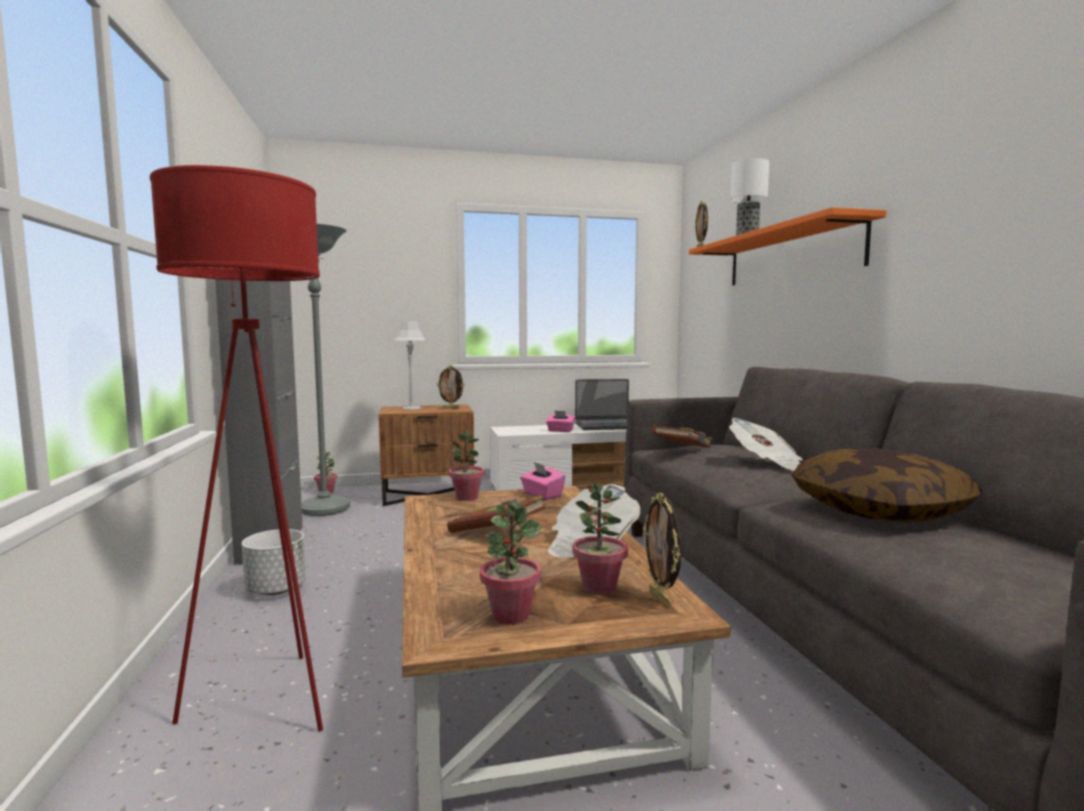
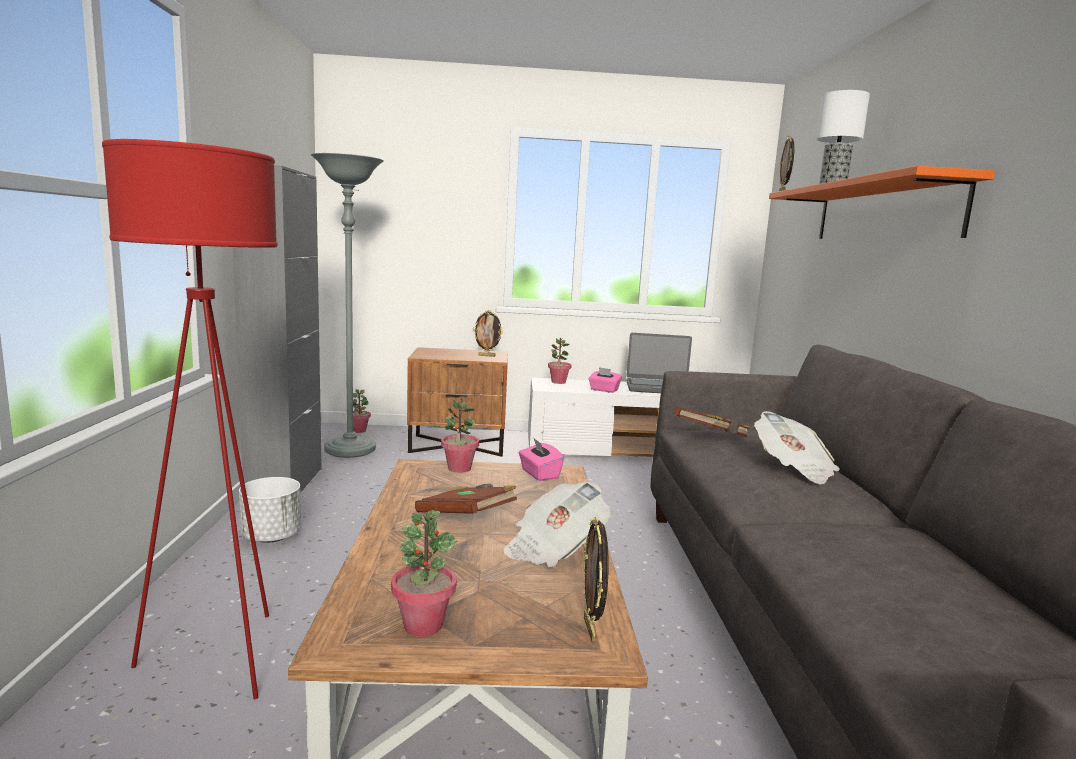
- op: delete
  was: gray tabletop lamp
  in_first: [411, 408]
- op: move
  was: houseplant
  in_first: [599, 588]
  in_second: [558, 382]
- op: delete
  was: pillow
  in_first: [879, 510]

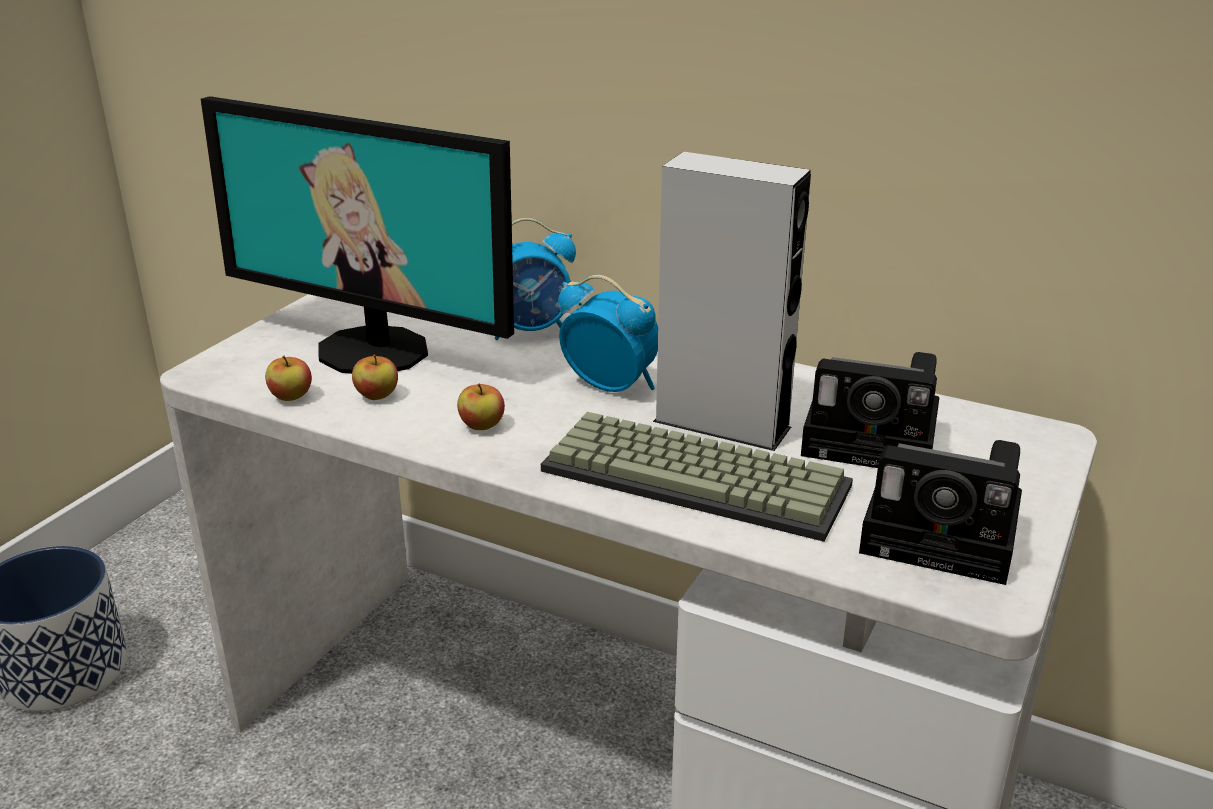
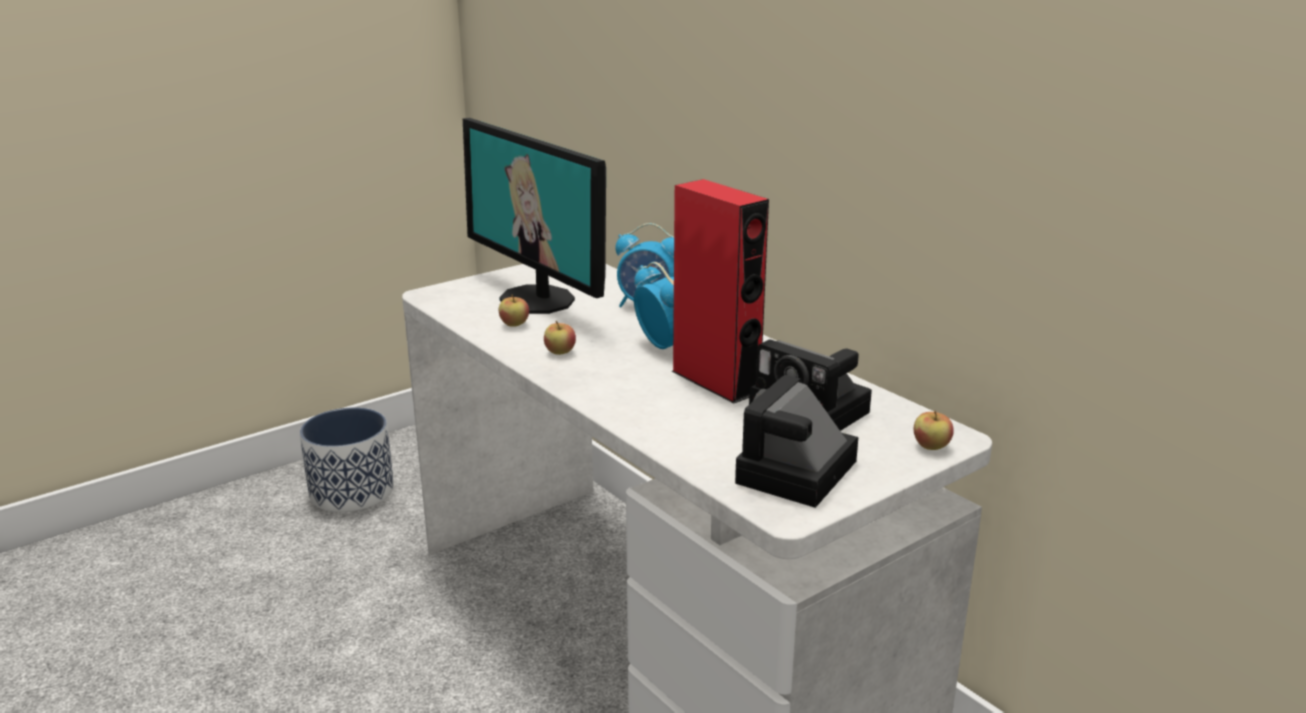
- op: move
  was: apple fruit
  in_first: [291, 397]
  in_second: [931, 447]
- op: delete
  was: computer keyboard
  in_first: [699, 476]
- op: recolor
  was: gray audio speaker
  now: red audio speaker
  in_first: [722, 424]
  in_second: [715, 381]
- op: rotate
  was: photo camera
  in_first: [947, 537]
  in_second: [795, 475]
  clockwise: 75

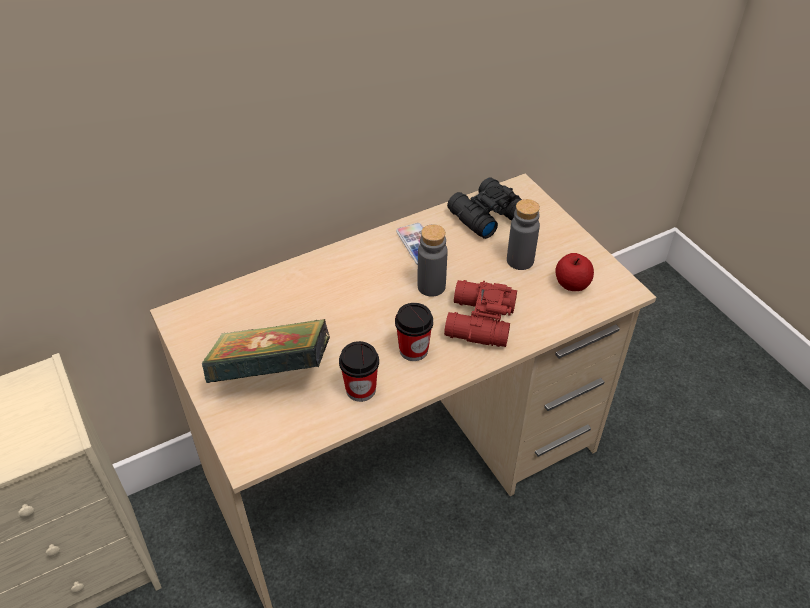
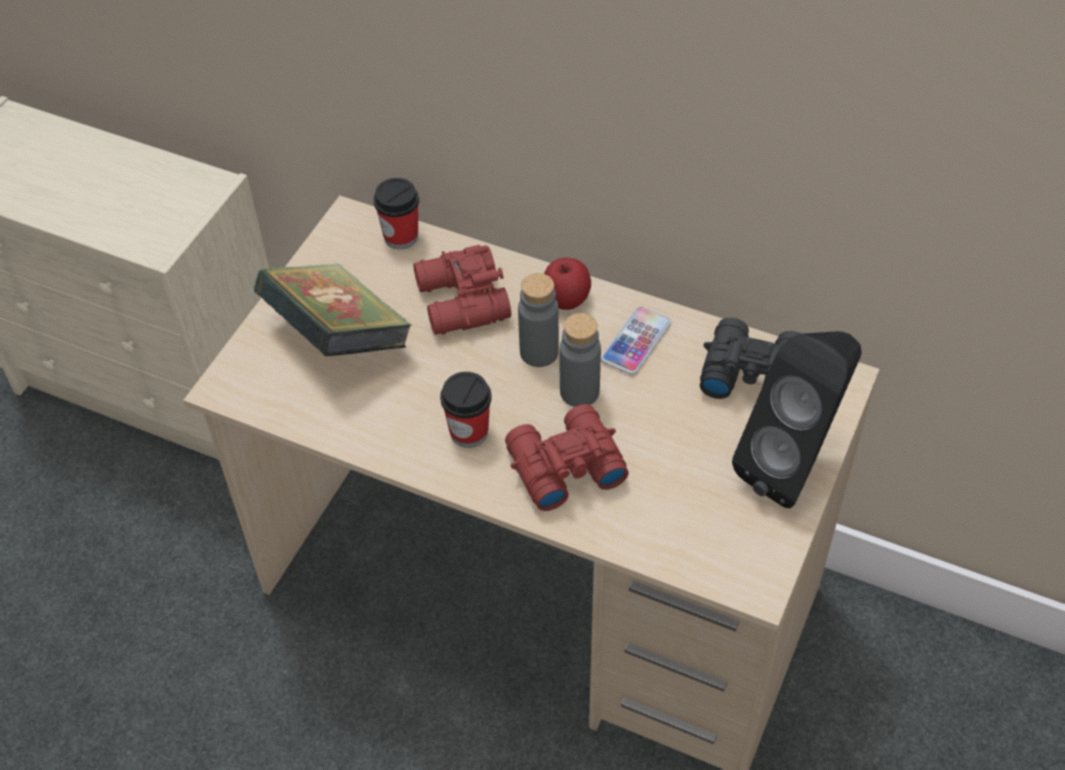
- op: move
  was: small cup
  in_first: [360, 389]
  in_second: [401, 237]
- op: move
  was: gray beverage bottle
  in_first: [520, 260]
  in_second: [539, 352]
- op: move
  was: apple fruit
  in_first: [572, 284]
  in_second: [566, 299]
- op: insert
  now: red binoculars
  in_second: [460, 303]
- op: insert
  now: blackish audio speaker
  in_second: [793, 465]

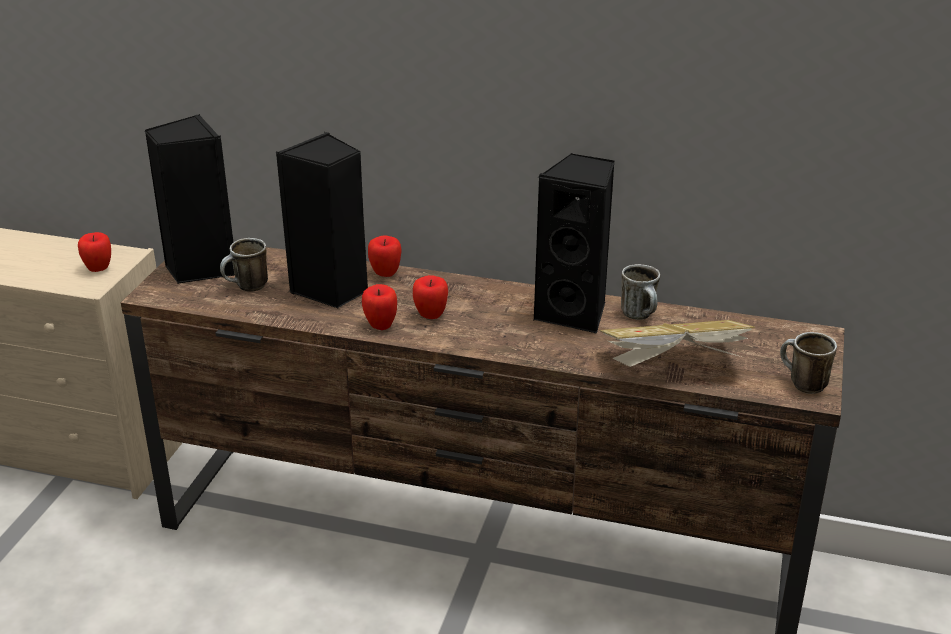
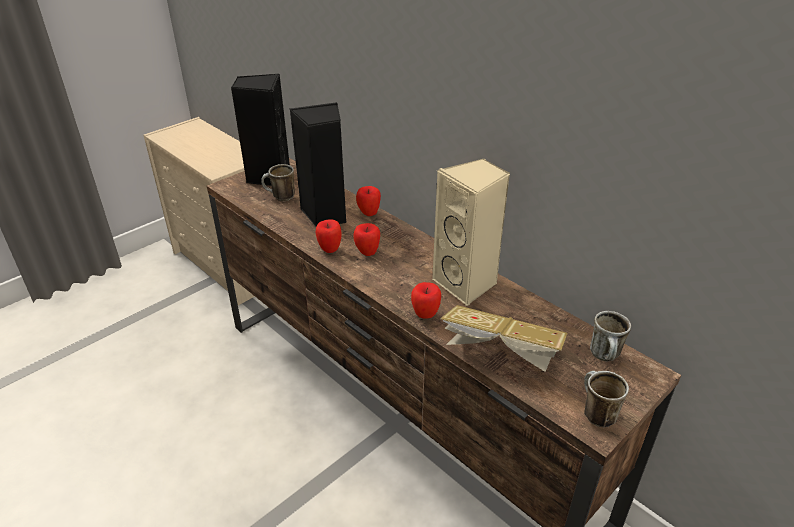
- op: move
  was: apple fruit
  in_first: [98, 269]
  in_second: [425, 315]
- op: recolor
  was: blackish audio speaker
  now: sand-coloured audio speaker
  in_first: [575, 313]
  in_second: [467, 284]
- op: move
  was: mug
  in_first: [641, 316]
  in_second: [606, 357]

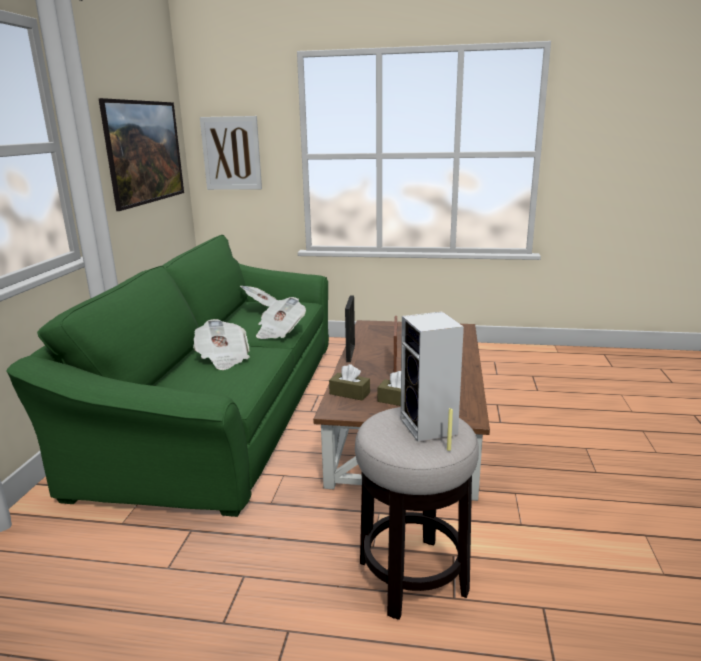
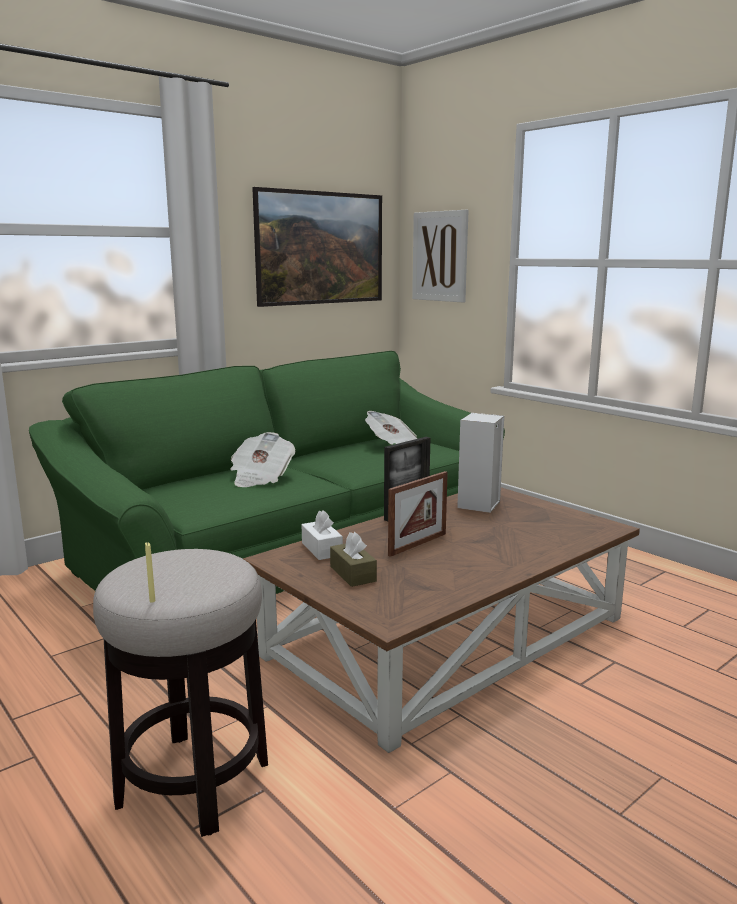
- op: delete
  was: printed paper
  in_first: [280, 332]
- op: recolor
  was: brownish box of tissues
  now: whitish box of tissues
  in_first: [349, 393]
  in_second: [322, 549]
- op: move
  was: audio speaker
  in_first: [430, 428]
  in_second: [479, 505]

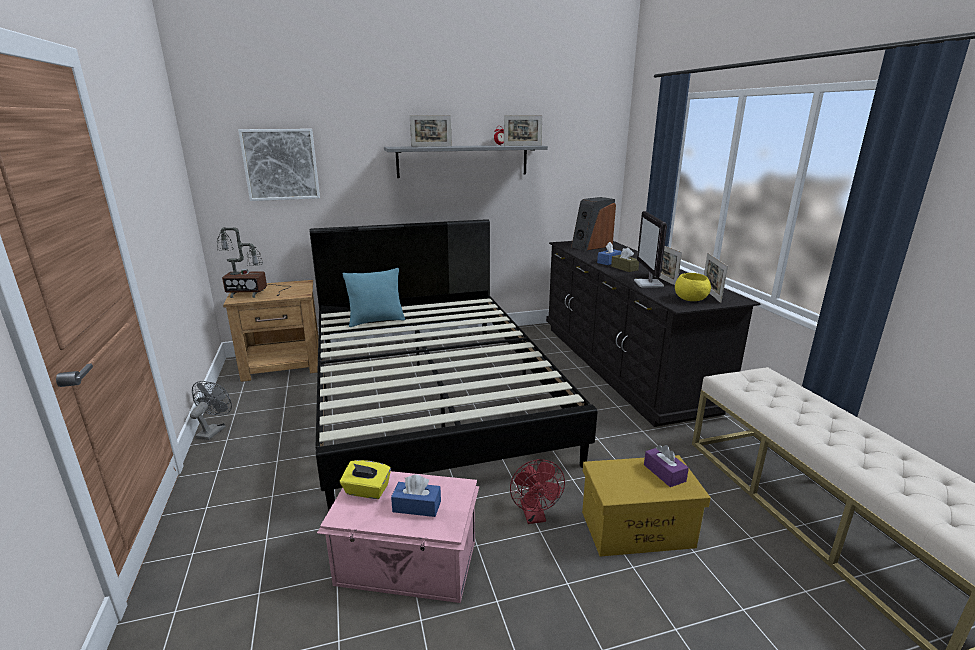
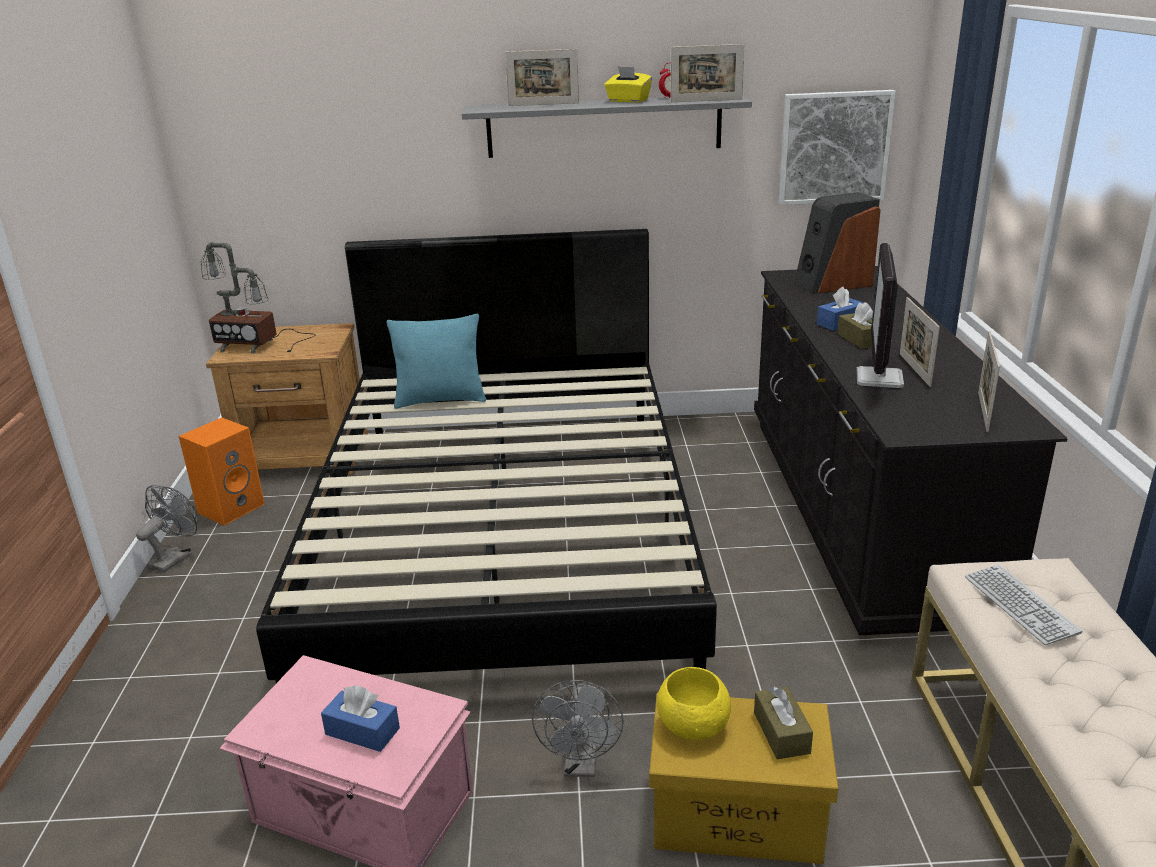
- op: move
  was: picture
  in_first: [281, 164]
  in_second: [834, 147]
- op: move
  was: yellowish box of tissues
  in_first: [366, 491]
  in_second: [628, 101]
- op: recolor
  was: red electric fan
  now: gray electric fan
  in_first: [535, 516]
  in_second: [581, 765]
- op: recolor
  was: purple-coloured box of tissues
  now: brownish box of tissues
  in_first: [664, 473]
  in_second: [781, 733]
- op: move
  was: yellowish serving bowl
  in_first: [690, 299]
  in_second: [691, 726]
- op: insert
  now: orangey audio speaker
  in_second: [231, 507]
- op: insert
  now: computer keyboard
  in_second: [1020, 605]

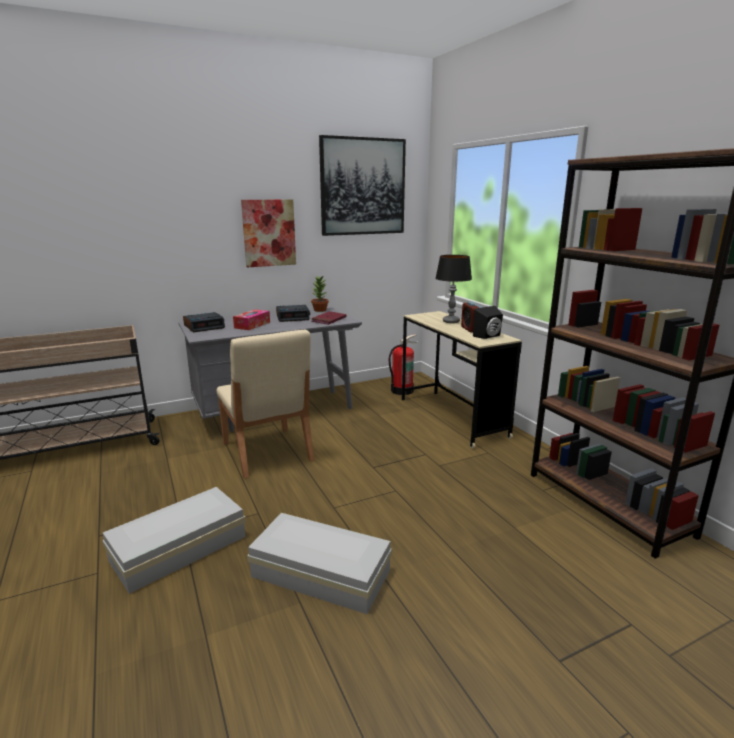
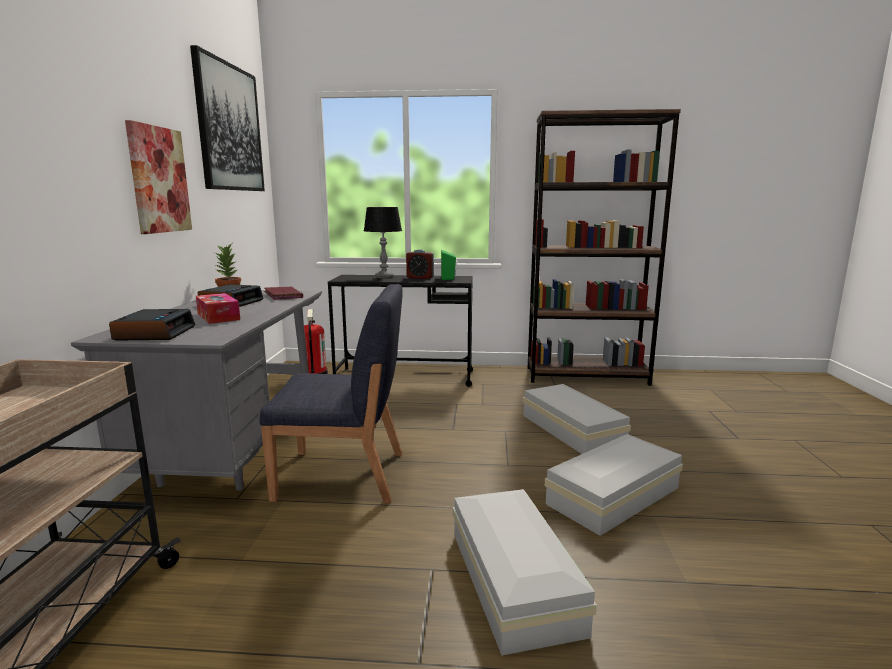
- op: recolor
  was: sand-coloured upright chair
  now: blue-coloured upright chair
  in_first: [267, 452]
  in_second: [343, 476]
- op: recolor
  was: sand-coloured desk
  now: blackish desk
  in_first: [452, 417]
  in_second: [405, 377]
- op: recolor
  was: blackish audio speaker
  now: greenish audio speaker
  in_first: [489, 336]
  in_second: [449, 278]
- op: insert
  now: whitish storage bin
  in_second: [572, 429]

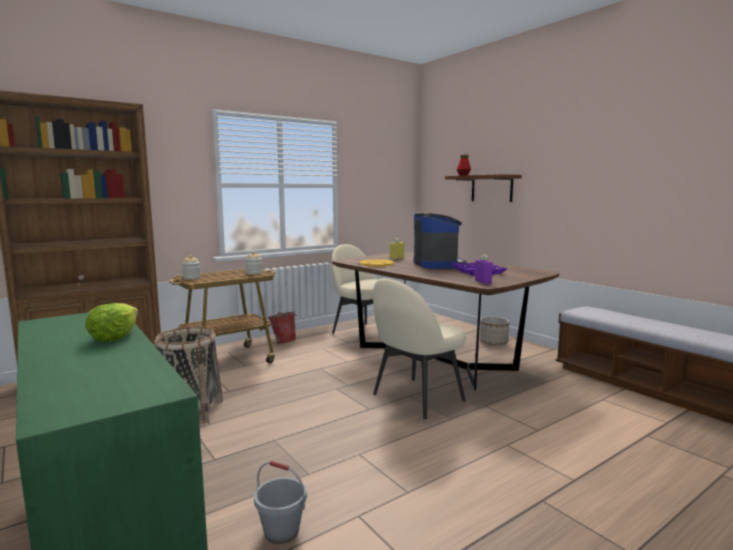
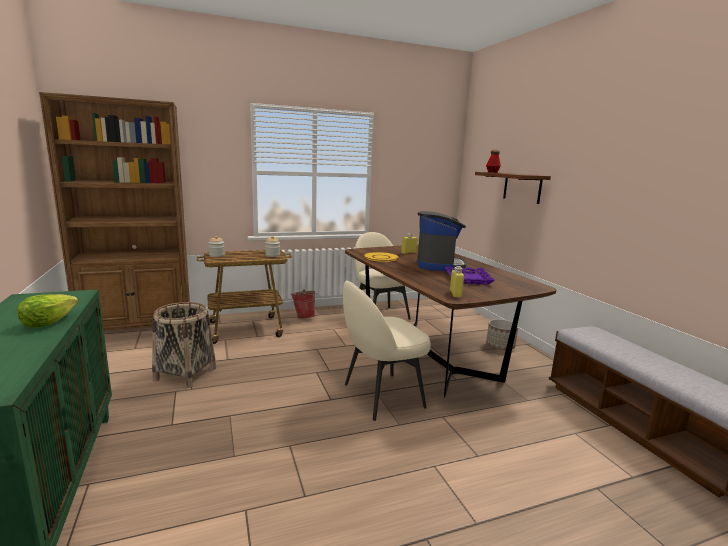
- op: delete
  was: gray bucket
  in_first: [282, 531]
- op: recolor
  was: purple-coloured beverage bottle
  now: yellowish beverage bottle
  in_first: [483, 282]
  in_second: [455, 294]

